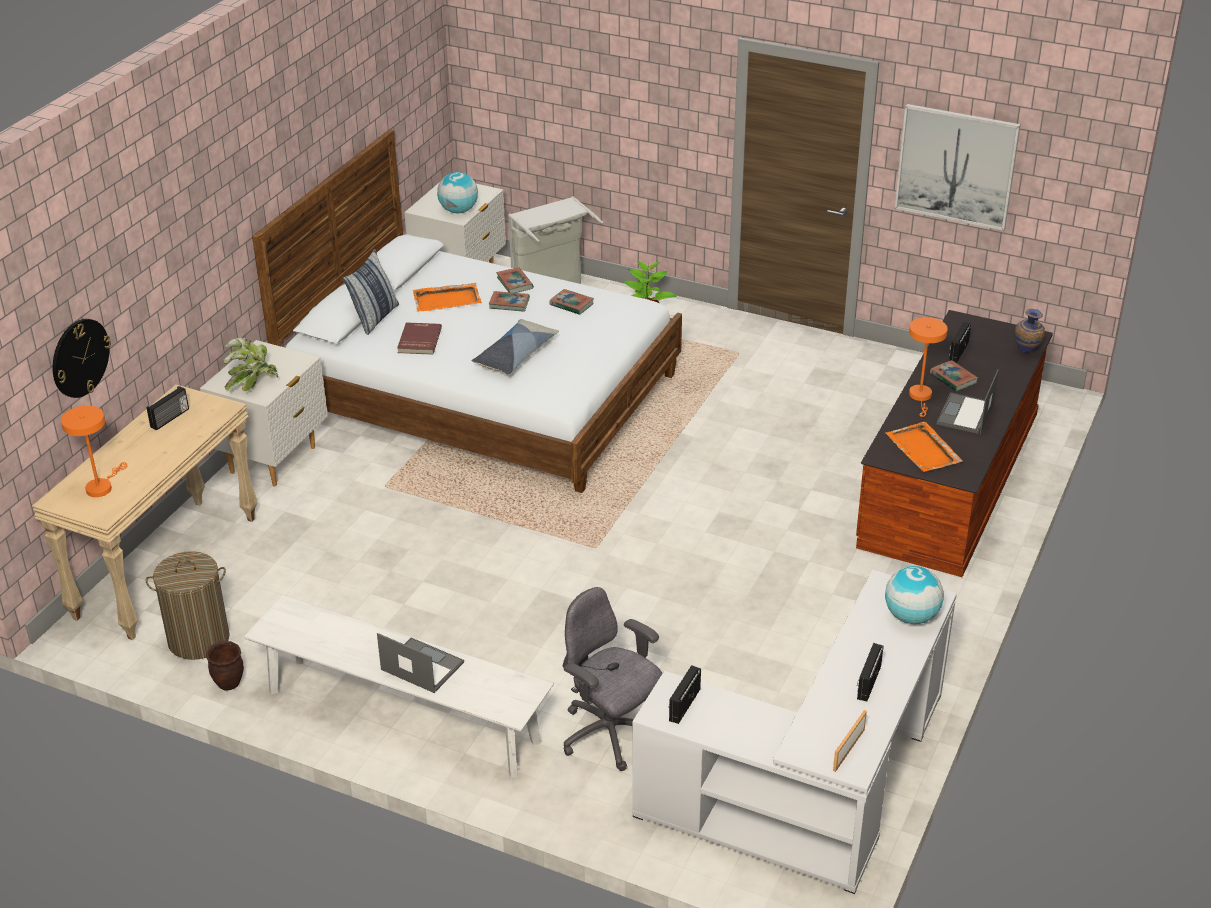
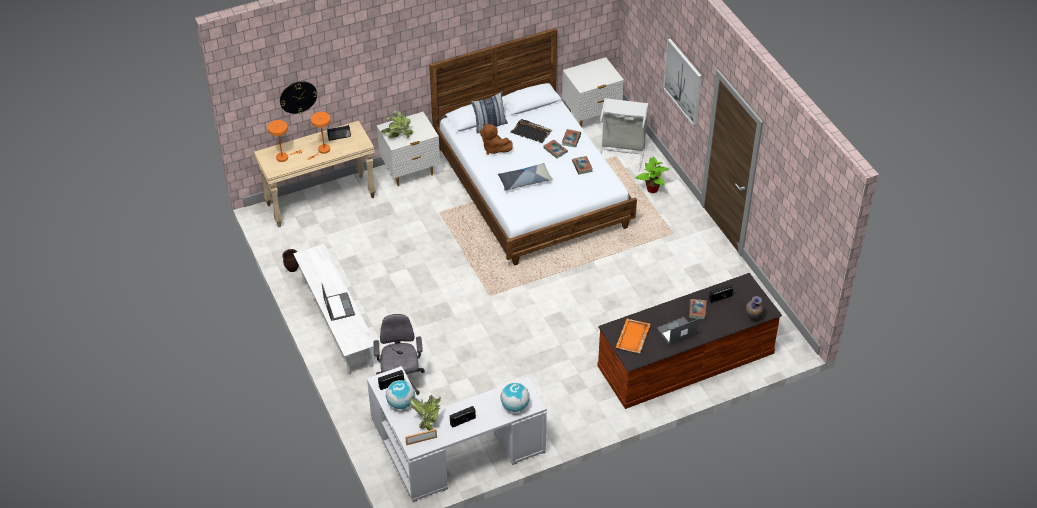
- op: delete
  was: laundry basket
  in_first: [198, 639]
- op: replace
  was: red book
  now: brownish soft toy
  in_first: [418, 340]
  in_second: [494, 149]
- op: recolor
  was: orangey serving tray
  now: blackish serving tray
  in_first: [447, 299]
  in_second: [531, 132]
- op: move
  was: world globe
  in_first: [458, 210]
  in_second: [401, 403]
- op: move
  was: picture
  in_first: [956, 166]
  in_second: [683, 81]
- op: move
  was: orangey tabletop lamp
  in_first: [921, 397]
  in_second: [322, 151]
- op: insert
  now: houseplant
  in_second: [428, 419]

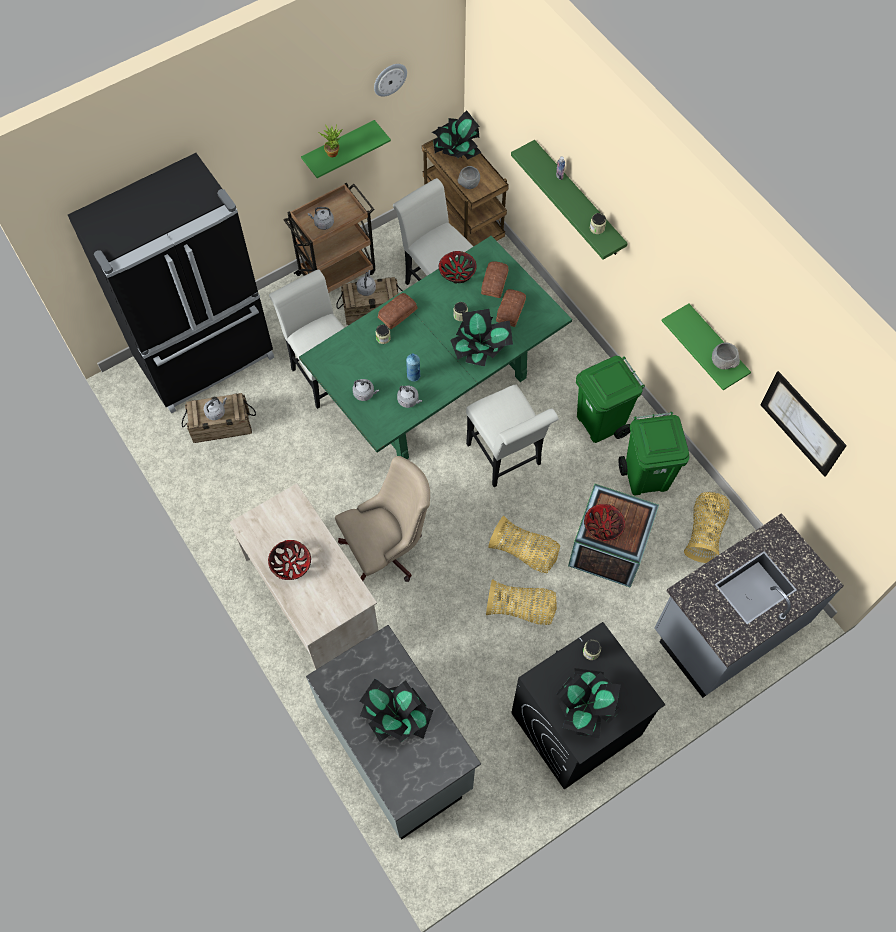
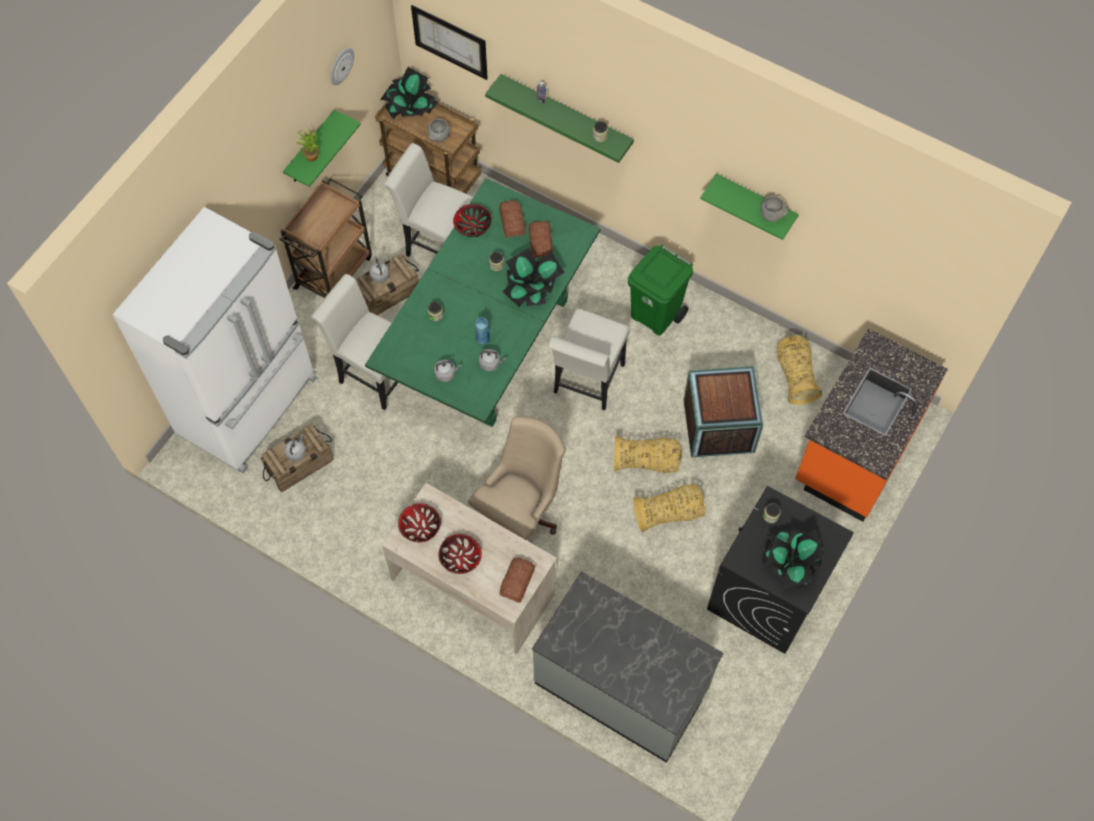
- op: recolor
  was: blackish fridge
  now: whitish fridge
  in_first: [207, 359]
  in_second: [250, 407]
- op: delete
  was: gray tea kettle
  in_first: [323, 223]
- op: delete
  was: houseplant
  in_first: [396, 718]
- op: move
  was: bakery bread
  in_first: [396, 313]
  in_second: [516, 581]
- op: rotate
  was: whitish upright chair
  in_first: [506, 458]
  in_second: [587, 383]
  clockwise: 75
- op: move
  was: serving bowl
  in_first: [602, 527]
  in_second: [420, 527]
- op: delete
  was: greenish trash can
  in_first: [646, 477]
- op: recolor
  was: gray kitchen base unit
  now: orangey kitchen base unit
  in_first: [728, 627]
  in_second: [855, 451]
- op: move
  was: picture
  in_first: [802, 423]
  in_second: [450, 42]

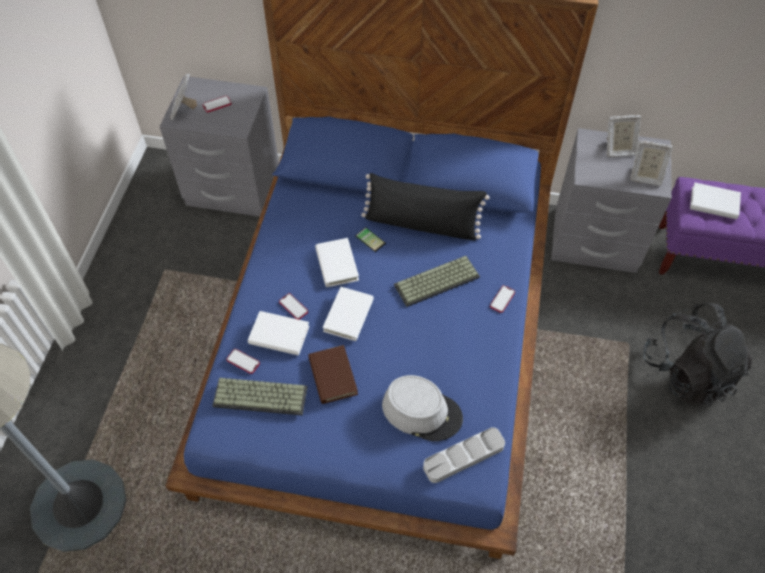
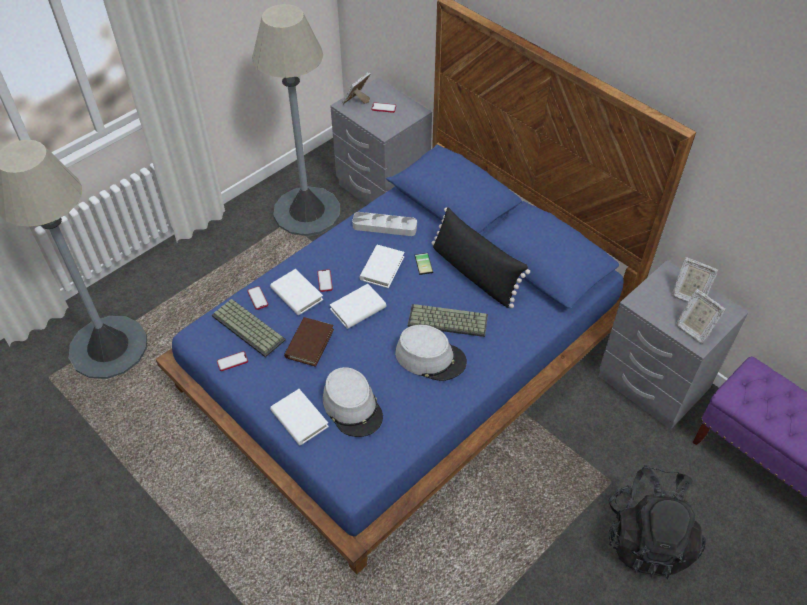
- op: move
  was: gray serving tray
  in_first: [463, 457]
  in_second: [384, 226]
- op: move
  was: phone
  in_first: [502, 299]
  in_second: [232, 361]
- op: move
  was: whitish book
  in_first: [714, 203]
  in_second: [299, 419]
- op: insert
  now: gray standard lamp
  in_second: [307, 212]
- op: insert
  now: gray hat
  in_second: [430, 357]

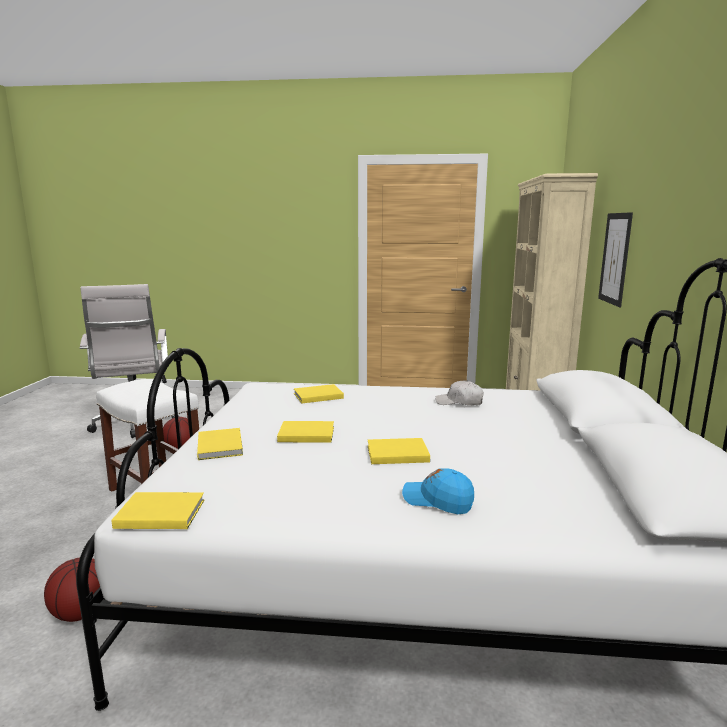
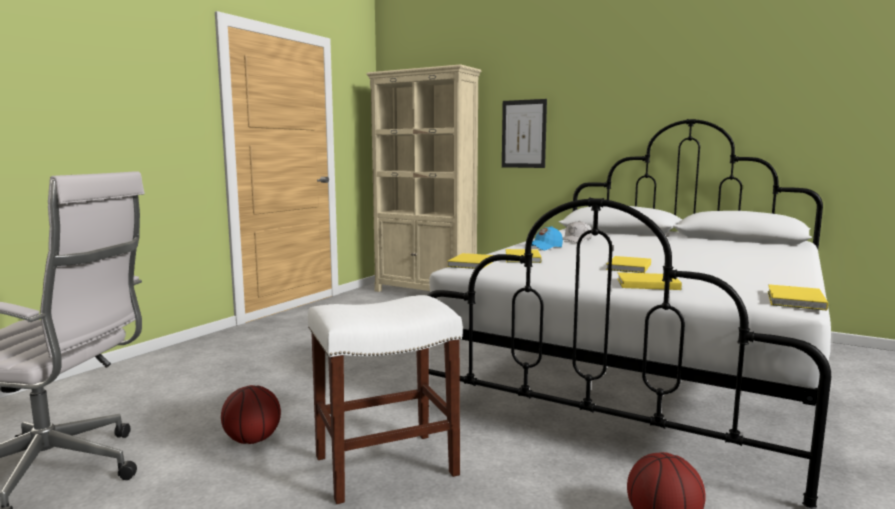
- op: move
  was: yellowish book
  in_first: [395, 453]
  in_second: [470, 264]
- op: move
  was: blue-coloured peaked cap
  in_first: [438, 501]
  in_second: [544, 247]

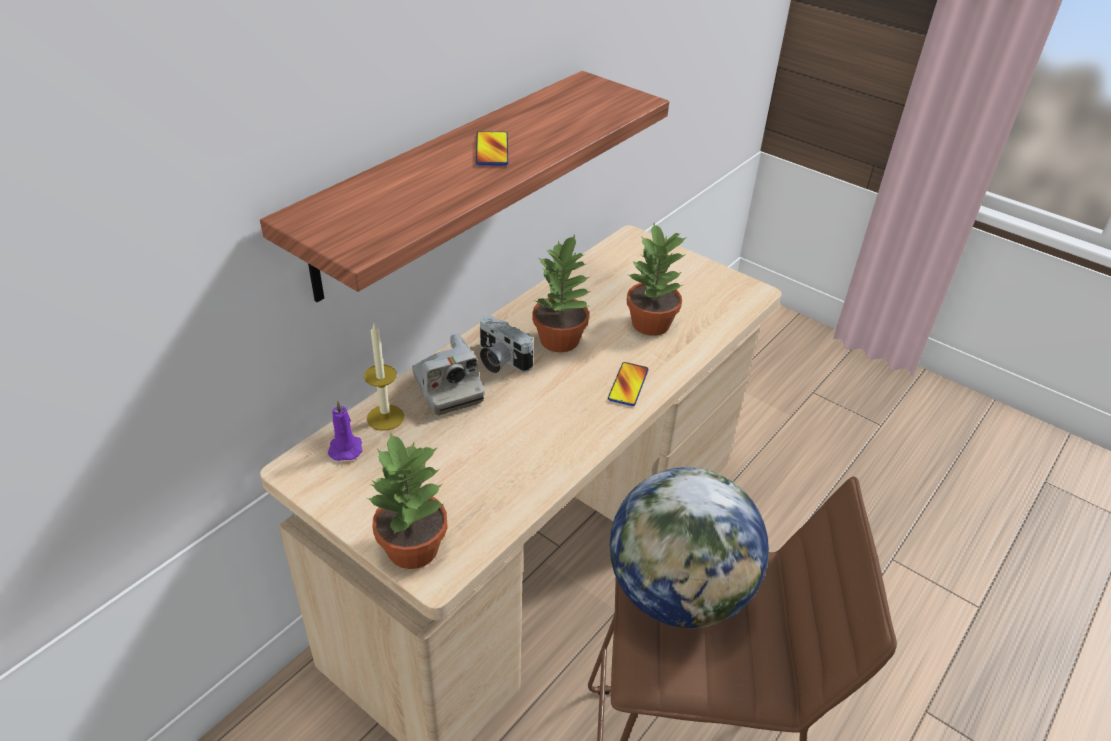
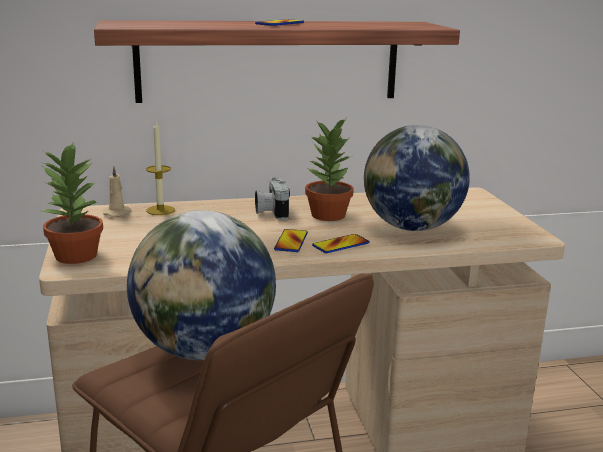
- op: recolor
  was: purple-coloured candle
  now: sand-coloured candle
  in_first: [346, 447]
  in_second: [118, 213]
- op: delete
  was: photo camera
  in_first: [447, 388]
- op: replace
  was: houseplant
  now: world globe
  in_first: [651, 324]
  in_second: [412, 227]
- op: insert
  now: phone
  in_second: [291, 242]

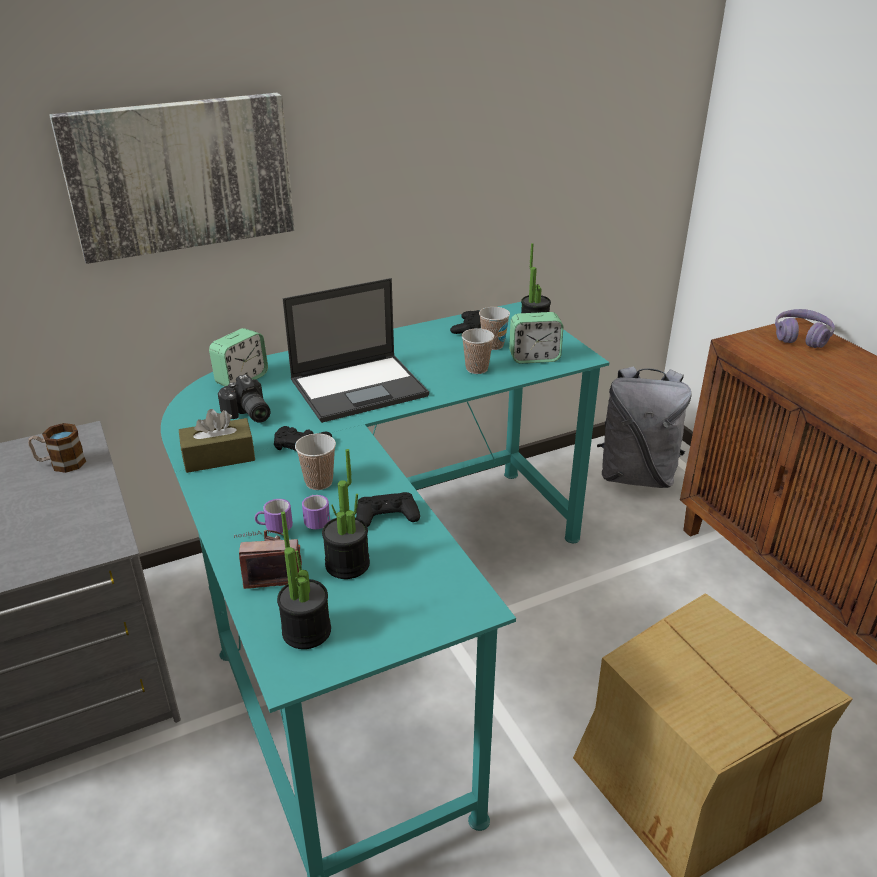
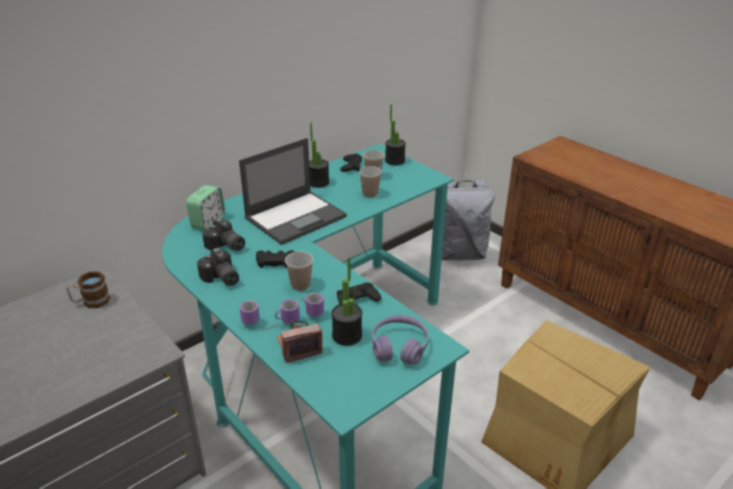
- op: delete
  was: picture
  in_first: [181, 175]
- op: replace
  was: brownish box of tissues
  now: photo camera
  in_first: [219, 457]
  in_second: [220, 279]
- op: move
  was: houseplant
  in_first: [306, 631]
  in_second: [318, 182]
- op: delete
  was: alarm clock
  in_first: [534, 358]
- op: move
  was: purple-coloured headset
  in_first: [801, 337]
  in_second: [399, 347]
- op: insert
  now: mug
  in_second: [253, 316]

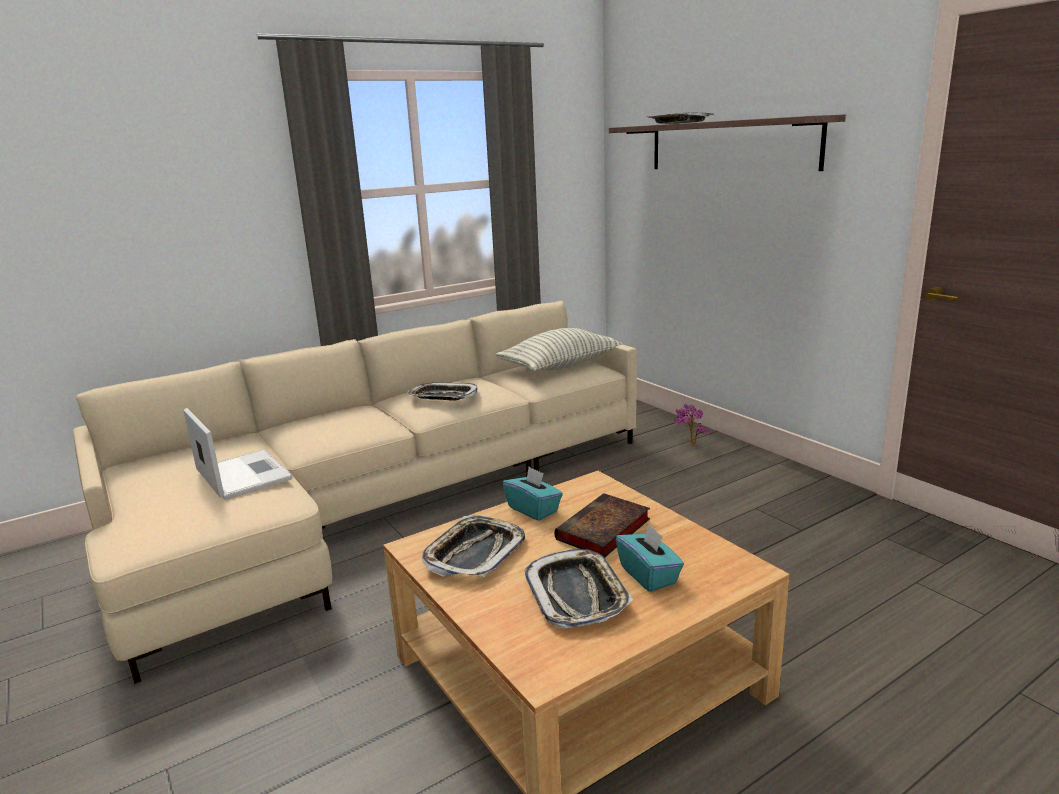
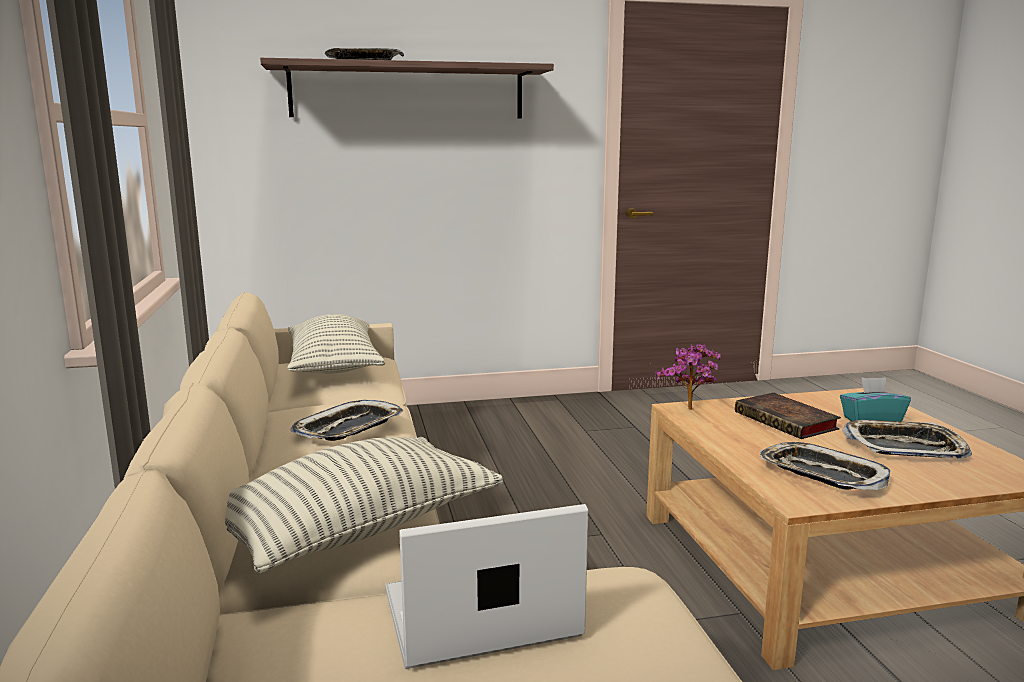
- op: delete
  was: blue-green box of tissues
  in_first: [533, 509]
- op: move
  was: houseplant
  in_first: [689, 445]
  in_second: [690, 411]
- op: insert
  now: pillow
  in_second: [357, 529]

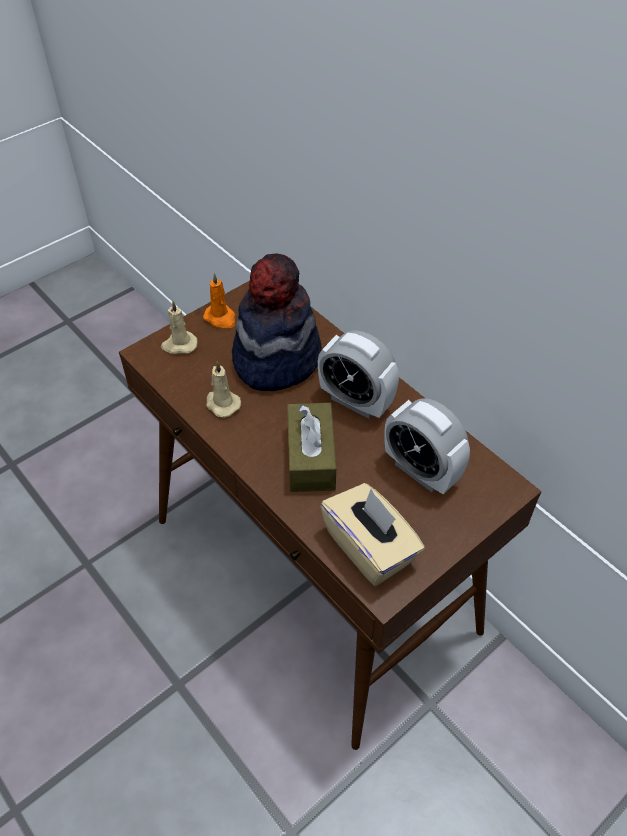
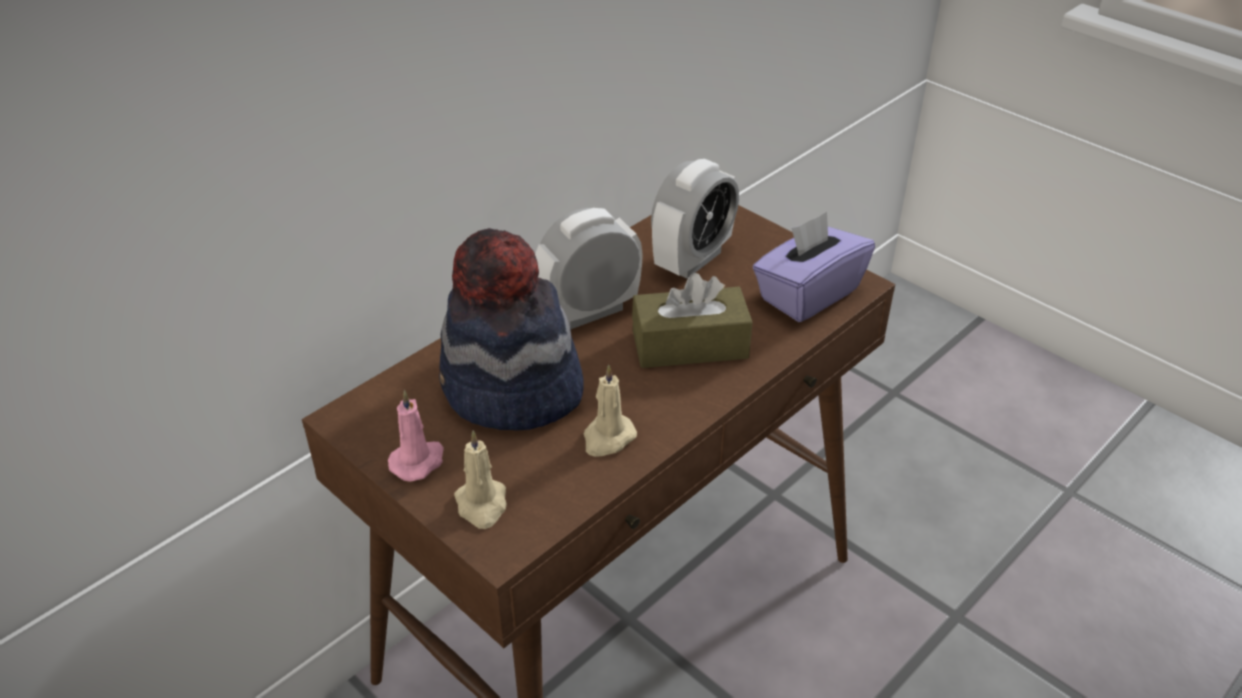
- op: recolor
  was: orangey candle
  now: pink candle
  in_first: [221, 318]
  in_second: [418, 461]
- op: rotate
  was: alarm clock
  in_first: [356, 401]
  in_second: [589, 311]
  clockwise: -150
- op: recolor
  was: sand-coloured box of tissues
  now: purple-coloured box of tissues
  in_first: [370, 548]
  in_second: [808, 294]

